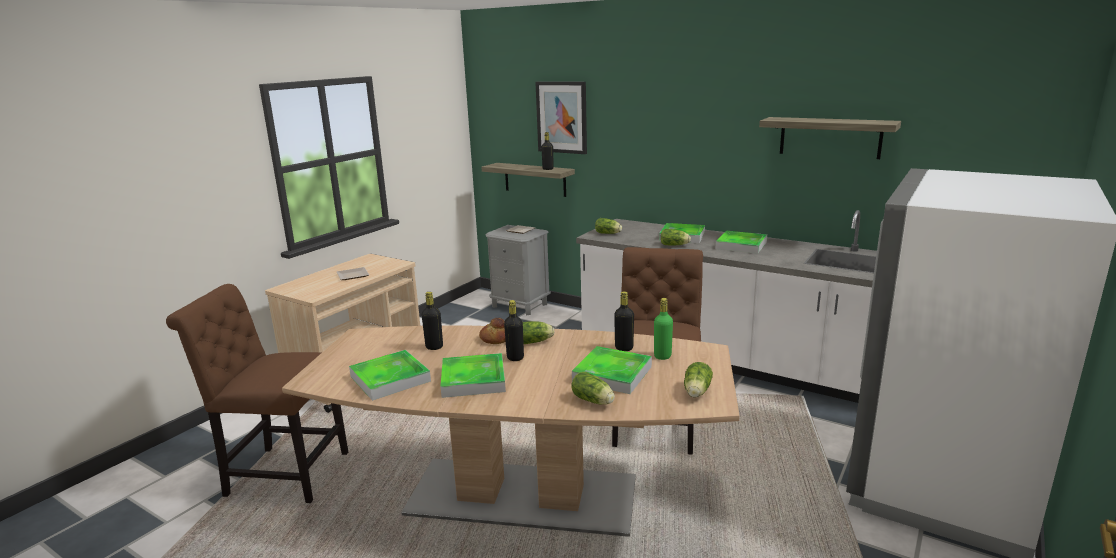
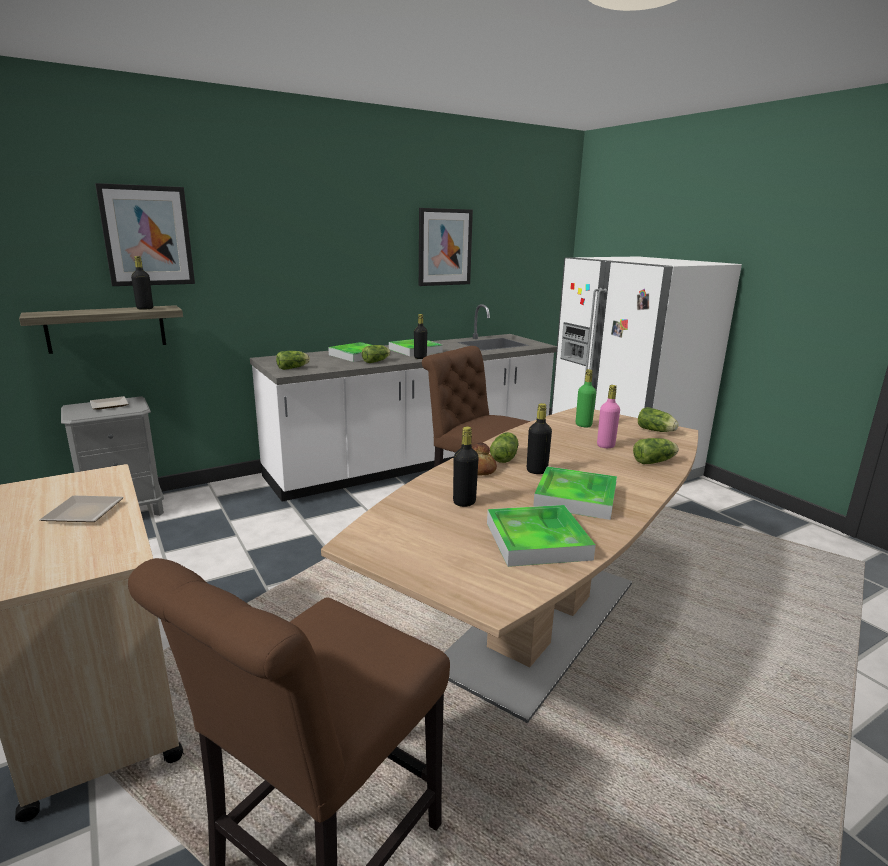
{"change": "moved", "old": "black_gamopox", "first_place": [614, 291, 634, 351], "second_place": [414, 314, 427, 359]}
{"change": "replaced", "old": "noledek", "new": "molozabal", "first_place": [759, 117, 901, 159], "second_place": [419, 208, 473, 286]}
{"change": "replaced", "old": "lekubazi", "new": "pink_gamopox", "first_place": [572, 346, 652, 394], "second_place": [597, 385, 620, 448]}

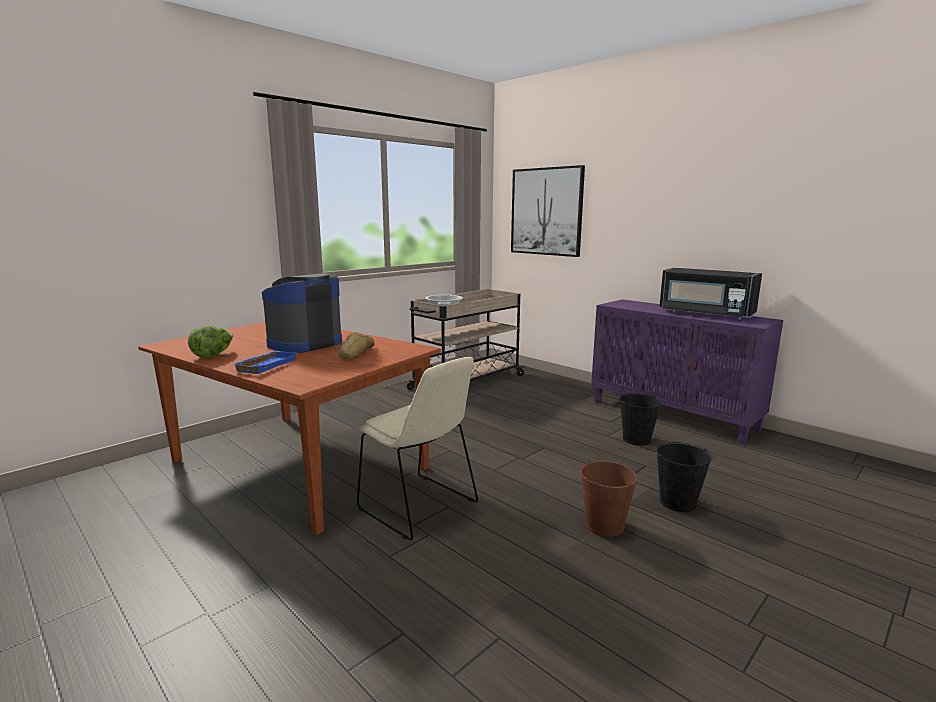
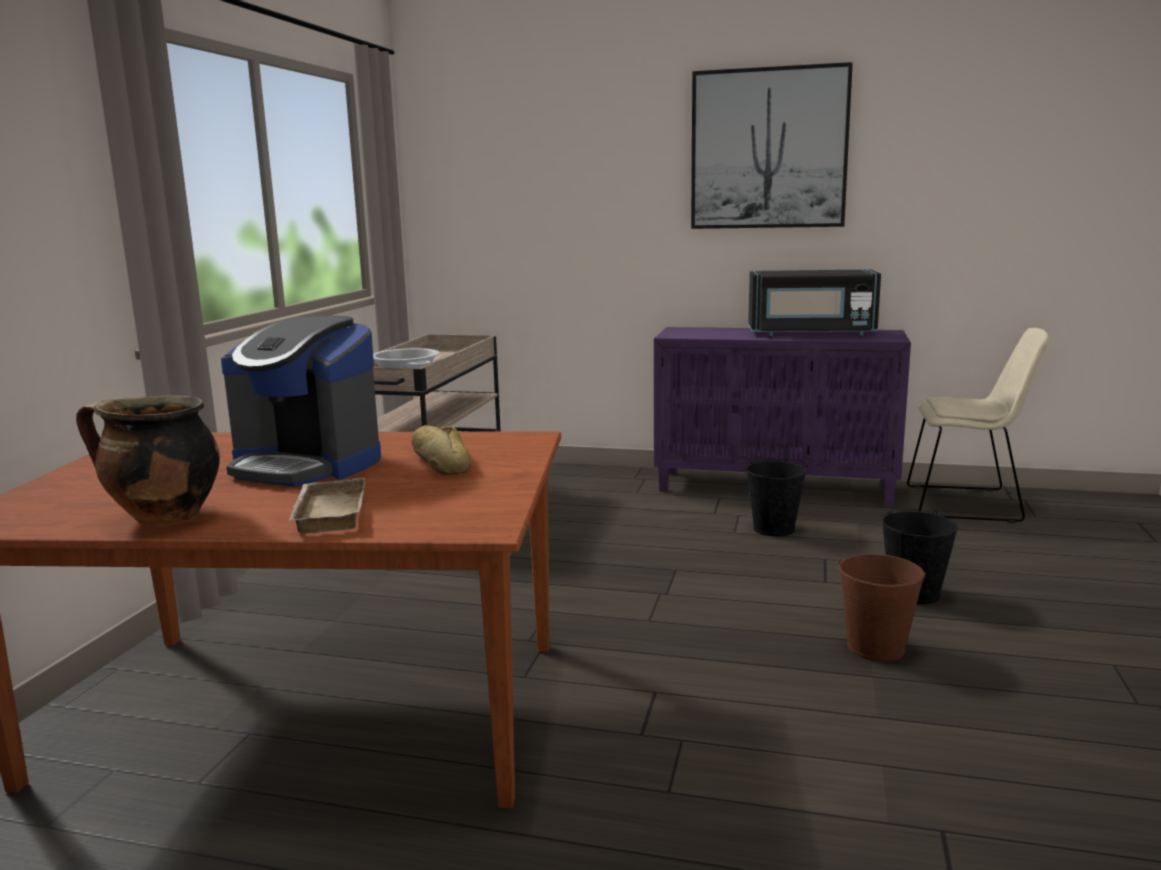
{"change": "replaced", "old": "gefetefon", "new": "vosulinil", "first_place": [188, 325, 233, 358], "second_place": [76, 395, 220, 526]}
{"change": "turned", "old": "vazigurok", "first_place": [262, 273, 342, 353], "second_place": [221, 315, 381, 487], "degrees": -75}
{"change": "recoloured", "old": "blue_lekubazi", "new": "beige_lekubazi", "first_place": [233, 351, 297, 374], "second_place": [289, 478, 365, 533]}
{"change": "moved", "old": "molozabal", "first_place": [511, 165, 585, 257], "second_place": [691, 62, 853, 229]}
{"change": "moved", "old": "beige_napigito", "first_place": [357, 357, 478, 540], "second_place": [907, 328, 1049, 523]}

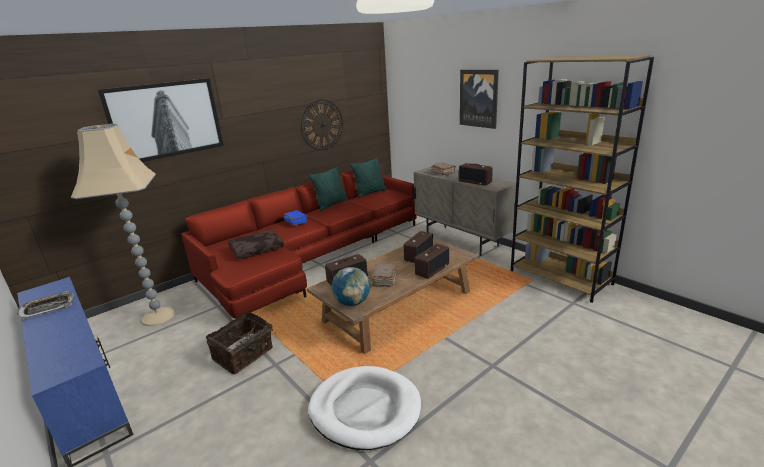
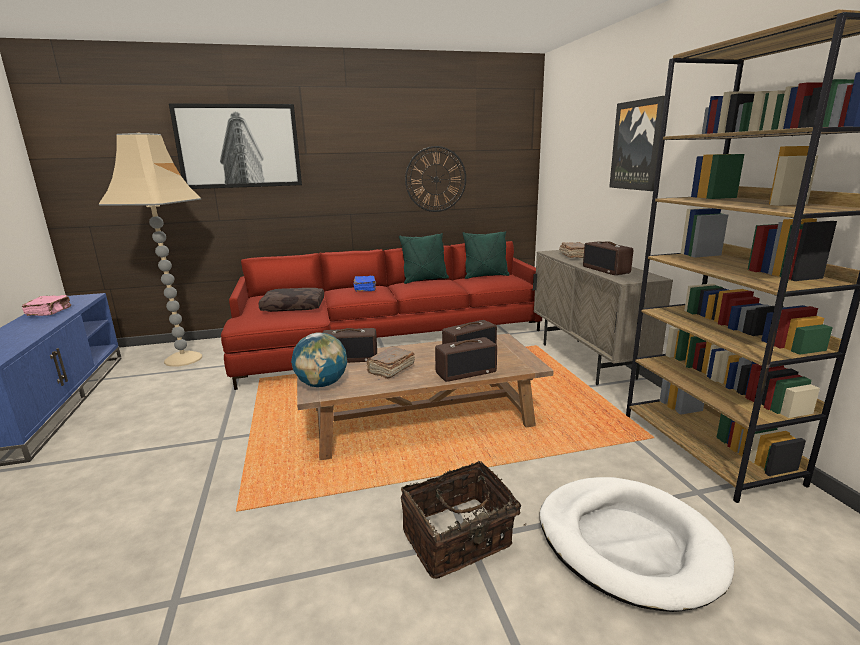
{"change": "replaced", "old": "lekubazi", "new": "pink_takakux", "first_place": [17, 291, 74, 319], "second_place": [22, 295, 71, 316]}
{"change": "moved", "old": "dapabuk", "first_place": [206, 311, 276, 374], "second_place": [401, 461, 526, 579]}
{"change": "moved", "old": "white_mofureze", "first_place": [308, 366, 421, 450], "second_place": [540, 477, 734, 612]}

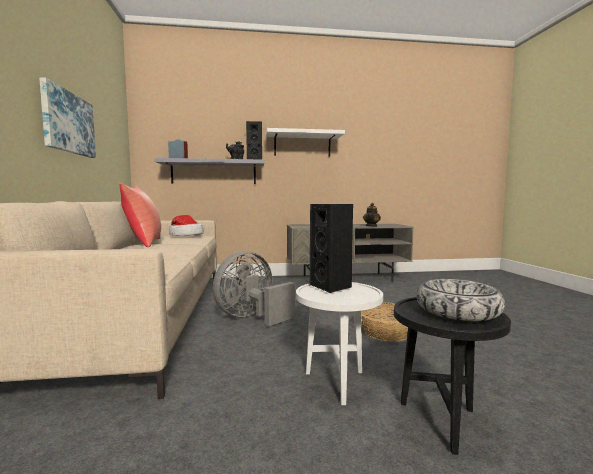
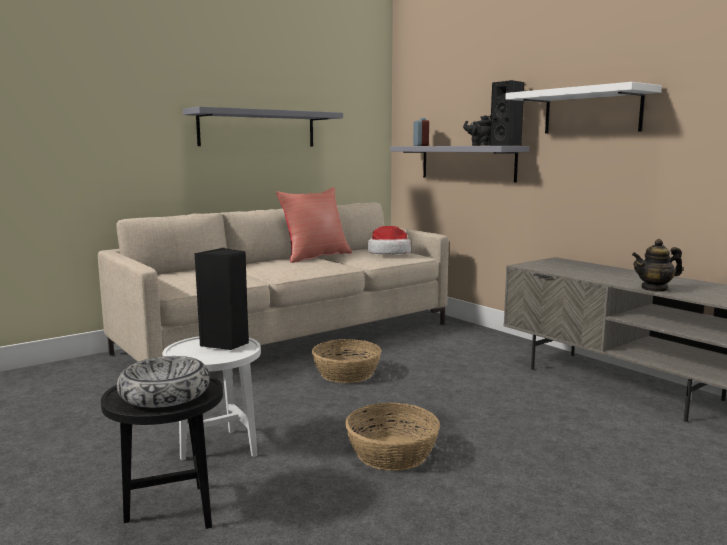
{"change": "replaced", "old": "molozabal", "new": "grey_noledek", "first_place": [39, 77, 96, 158], "second_place": [183, 106, 343, 147]}
{"change": "replaced", "old": "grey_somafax", "new": "dapabuk", "first_place": [213, 251, 295, 326], "second_place": [312, 339, 382, 383]}

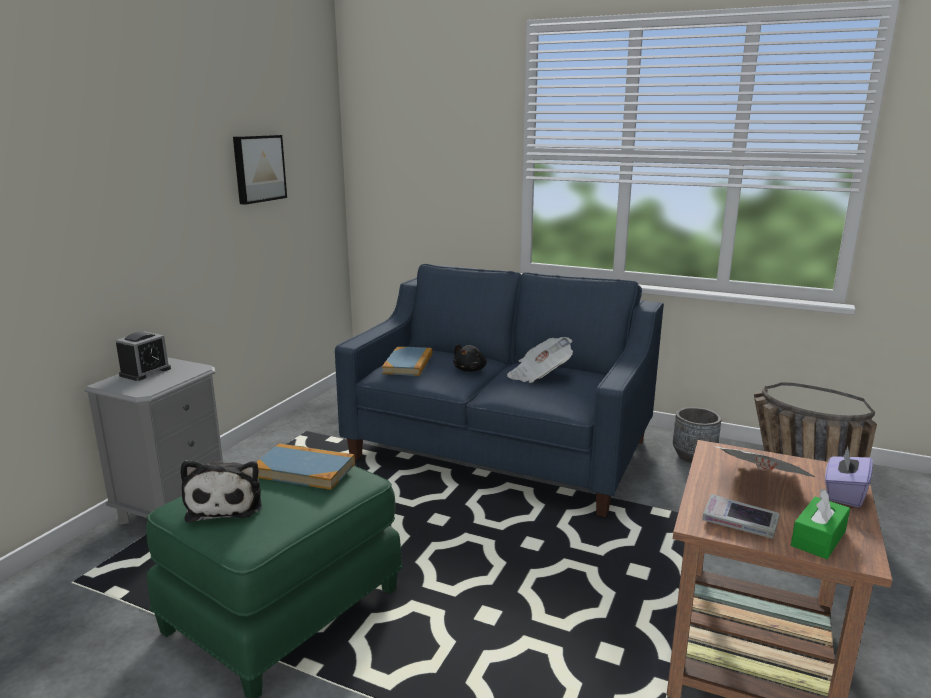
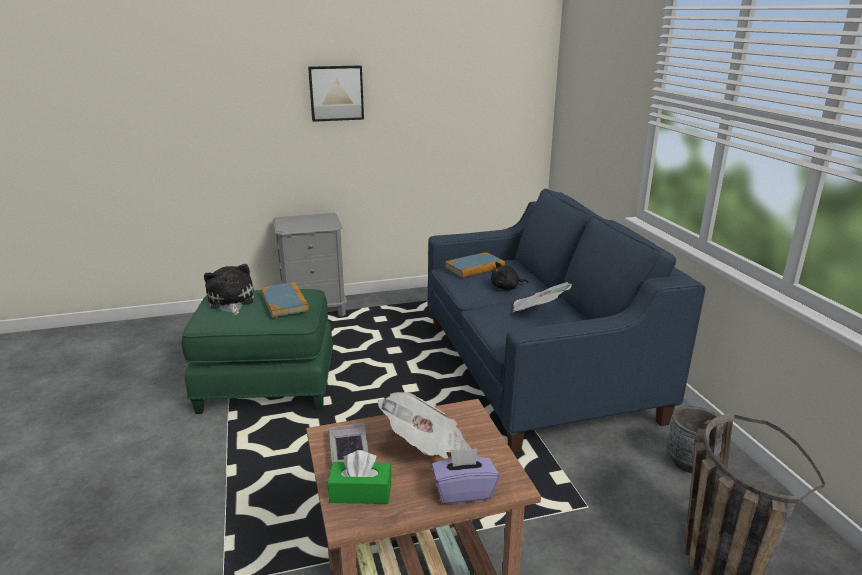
{"change": "turned", "old": "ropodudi", "first_place": [180, 460, 262, 522], "second_place": [204, 264, 254, 315], "degrees": 120}
{"change": "moved", "old": "molozabal", "first_place": [233, 135, 287, 205], "second_place": [308, 65, 364, 122]}
{"change": "removed", "old": "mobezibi", "first_place": [116, 331, 171, 381]}

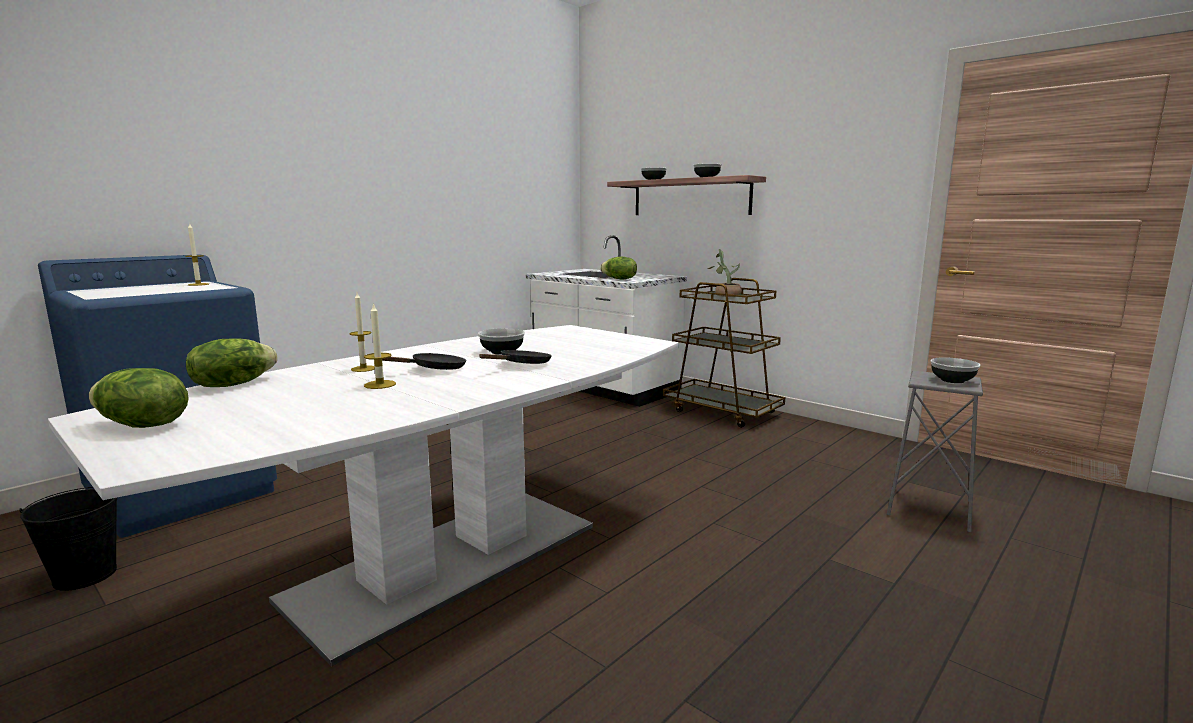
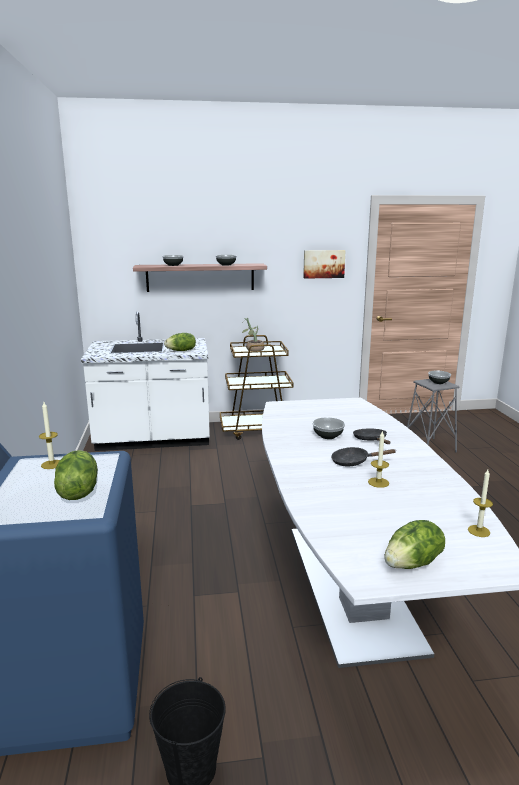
{"change": "moved", "old": "gefetefon", "first_place": [186, 338, 278, 387], "second_place": [54, 450, 98, 500]}
{"change": "added", "new": "molozabal", "second_place": [303, 250, 346, 279]}
{"change": "turned", "old": "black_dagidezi", "first_place": [382, 353, 466, 370], "second_place": [331, 447, 397, 466], "degrees": -90}
{"change": "moved", "old": "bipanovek", "first_place": [350, 293, 375, 372], "second_place": [468, 469, 493, 537]}

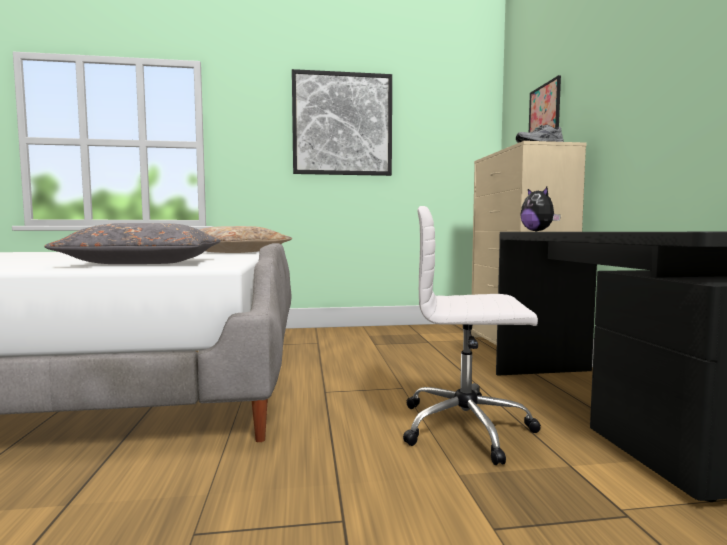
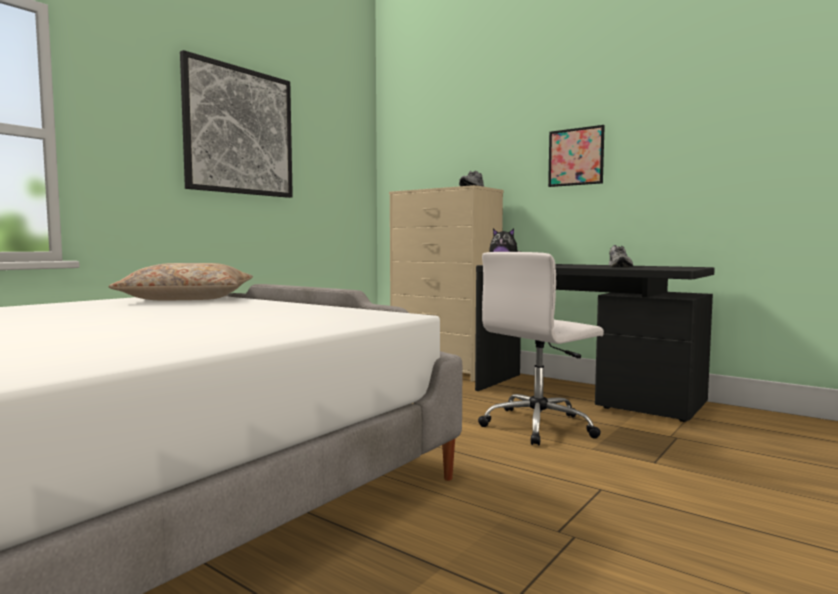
{"change": "moved", "old": "molozabal", "first_place": [529, 75, 561, 133], "second_place": [548, 125, 605, 187]}
{"change": "added", "new": "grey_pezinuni", "second_place": [609, 245, 633, 267]}
{"change": "removed", "old": "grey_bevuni", "first_place": [45, 223, 221, 264]}

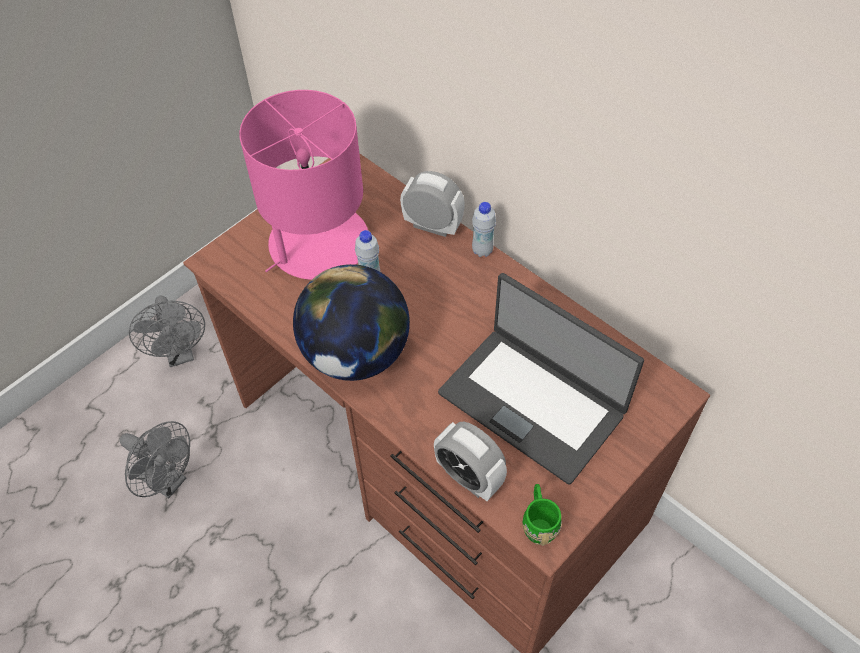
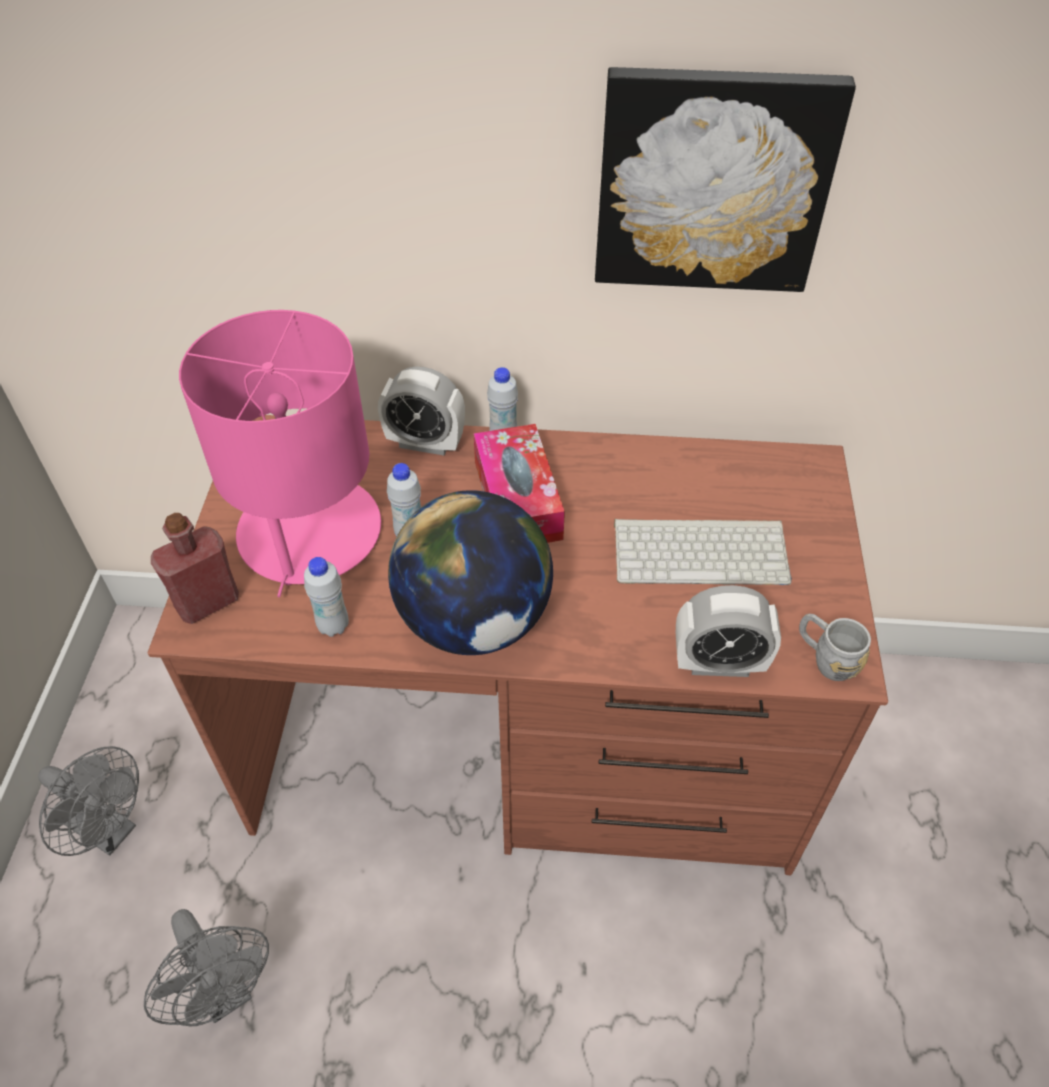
{"change": "turned", "old": "grey_somafax", "first_place": [120, 421, 190, 499], "second_place": [144, 909, 269, 1027], "degrees": 60}
{"change": "added", "new": "red_gamopox", "second_place": [151, 513, 239, 624]}
{"change": "added", "new": "white_gamopox", "second_place": [304, 557, 349, 637]}
{"change": "turned", "old": "mobezibi", "first_place": [400, 171, 465, 237], "second_place": [378, 366, 465, 455], "degrees": -150}
{"change": "added", "new": "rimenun", "second_place": [474, 424, 565, 543]}
{"change": "added", "new": "molozabal", "second_place": [595, 67, 856, 292]}
{"change": "replaced", "old": "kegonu", "new": "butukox", "first_place": [438, 273, 644, 485], "second_place": [614, 519, 792, 585]}
{"change": "recoloured", "old": "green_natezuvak", "new": "grey_natezuvak", "first_place": [523, 484, 562, 546], "second_place": [799, 614, 871, 681]}

